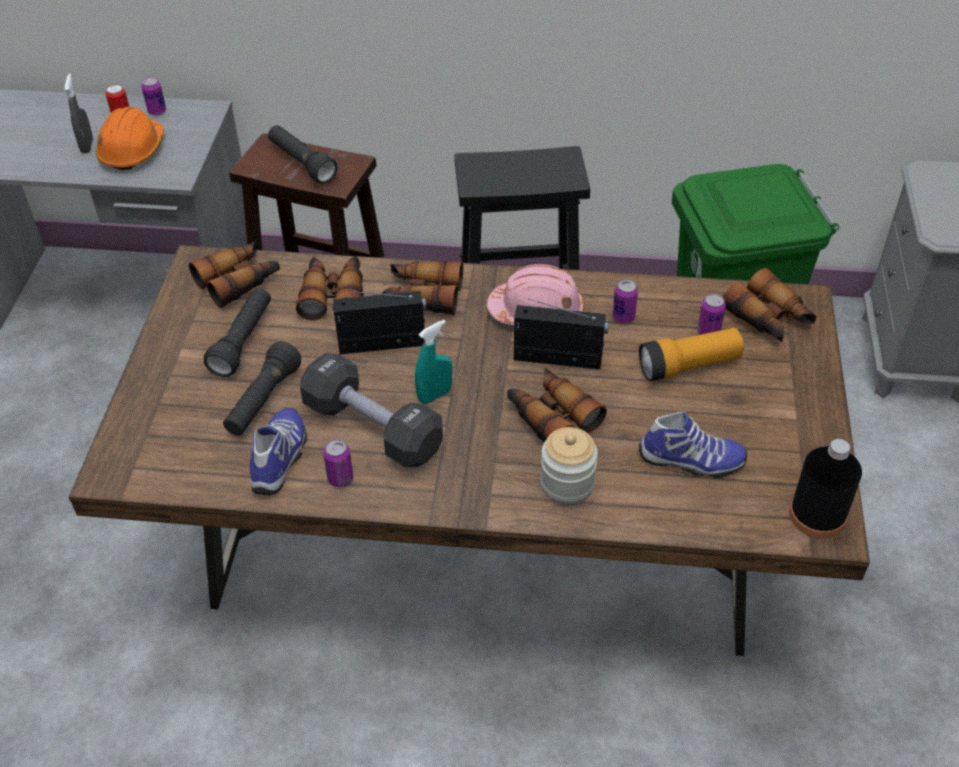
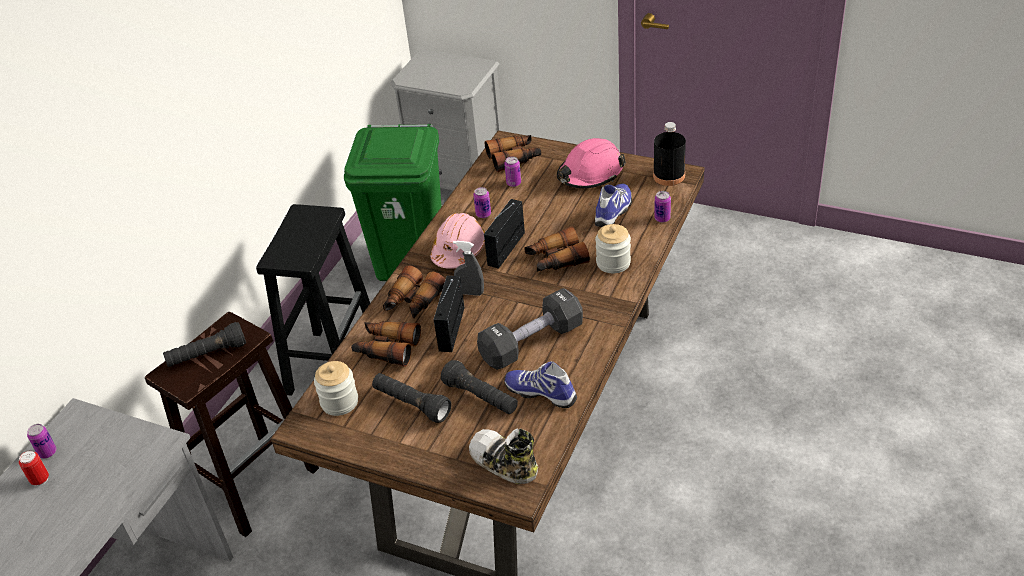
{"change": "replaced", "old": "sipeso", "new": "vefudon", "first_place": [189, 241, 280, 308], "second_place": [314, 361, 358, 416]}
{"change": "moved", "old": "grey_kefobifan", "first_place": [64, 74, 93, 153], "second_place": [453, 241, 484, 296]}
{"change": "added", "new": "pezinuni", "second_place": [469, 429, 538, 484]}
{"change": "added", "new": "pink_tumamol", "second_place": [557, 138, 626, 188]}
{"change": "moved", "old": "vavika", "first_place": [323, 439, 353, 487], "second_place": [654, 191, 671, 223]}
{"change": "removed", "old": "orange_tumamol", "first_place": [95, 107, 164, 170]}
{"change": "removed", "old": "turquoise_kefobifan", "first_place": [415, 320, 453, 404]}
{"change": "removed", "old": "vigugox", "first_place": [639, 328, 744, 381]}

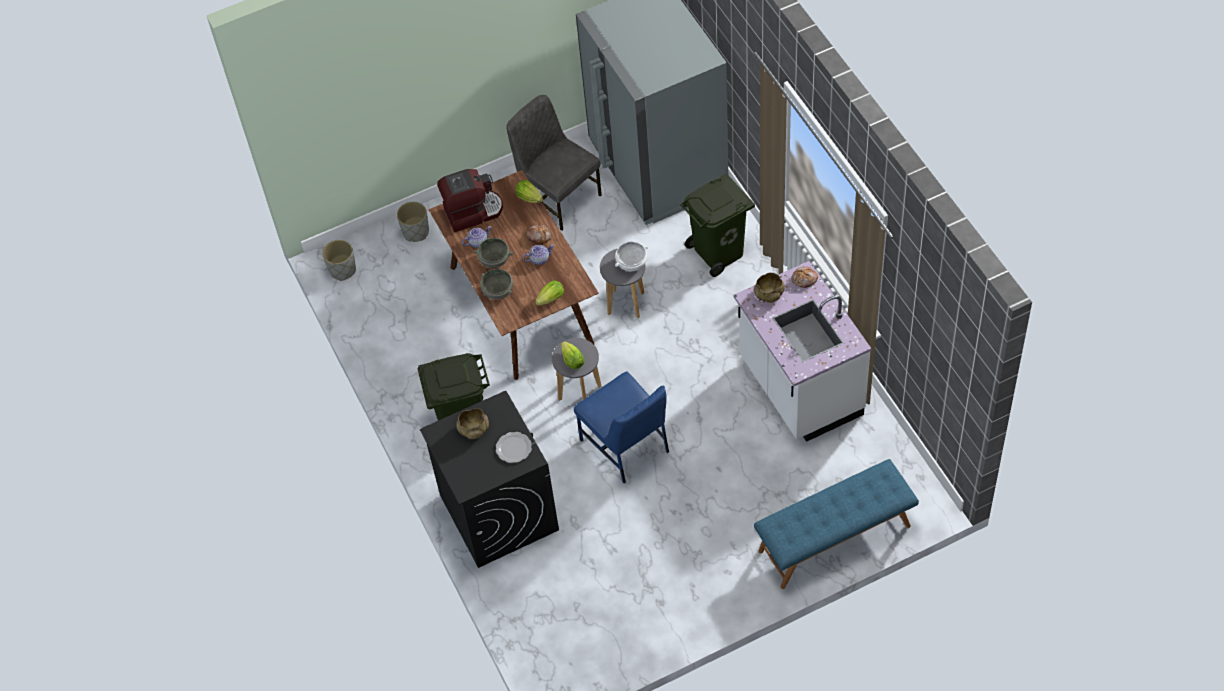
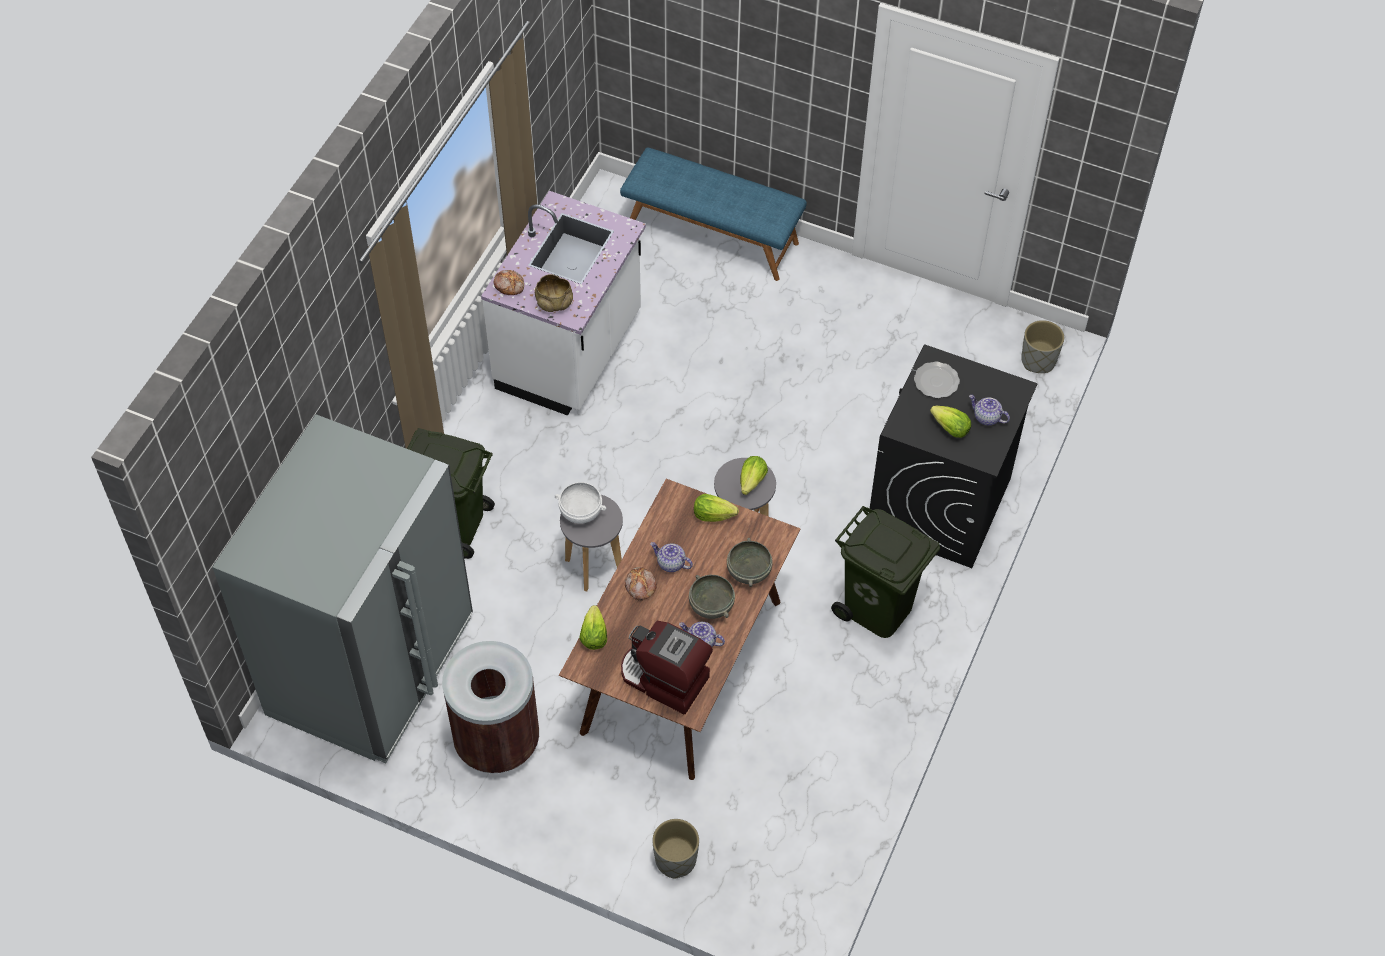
{"change": "replaced", "old": "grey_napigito", "new": "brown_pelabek", "first_place": [506, 95, 602, 231], "second_place": [442, 641, 539, 773]}
{"change": "replaced", "old": "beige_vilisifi", "new": "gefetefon", "first_place": [456, 408, 489, 439], "second_place": [930, 406, 971, 438]}
{"change": "added", "new": "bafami", "second_place": [969, 395, 1010, 425]}
{"change": "moved", "old": "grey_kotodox", "first_place": [322, 240, 356, 281], "second_place": [1021, 320, 1064, 373]}
{"change": "removed", "old": "blue_napigito", "first_place": [574, 372, 669, 483]}

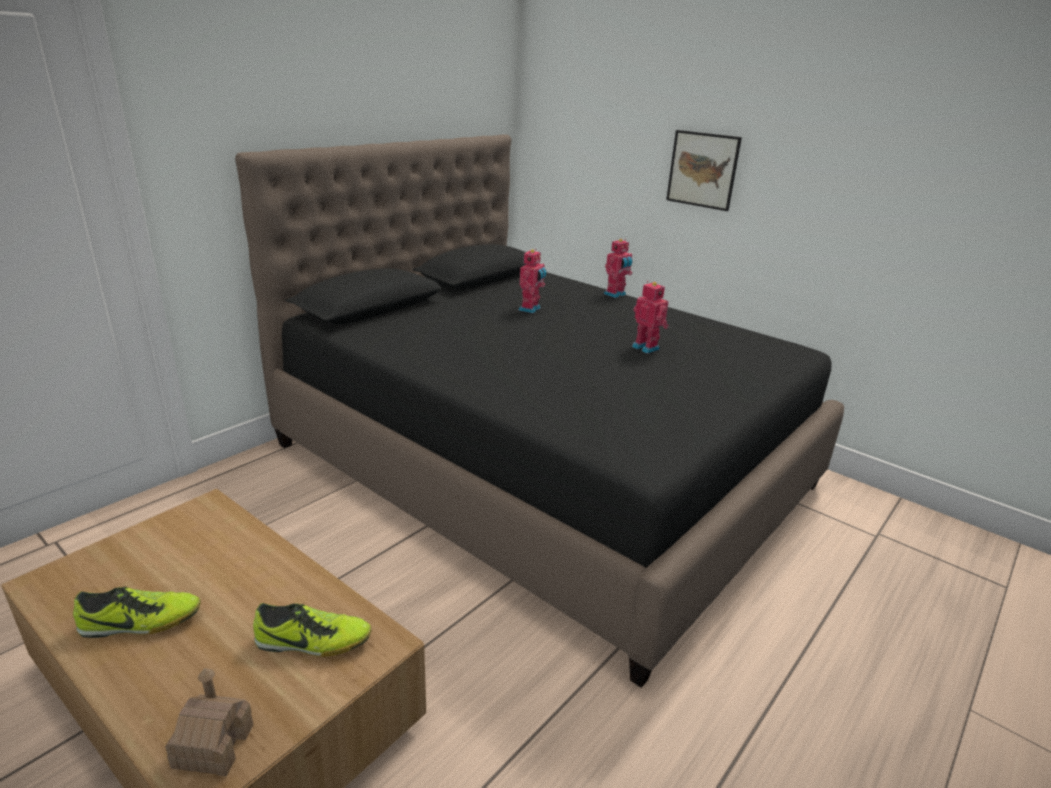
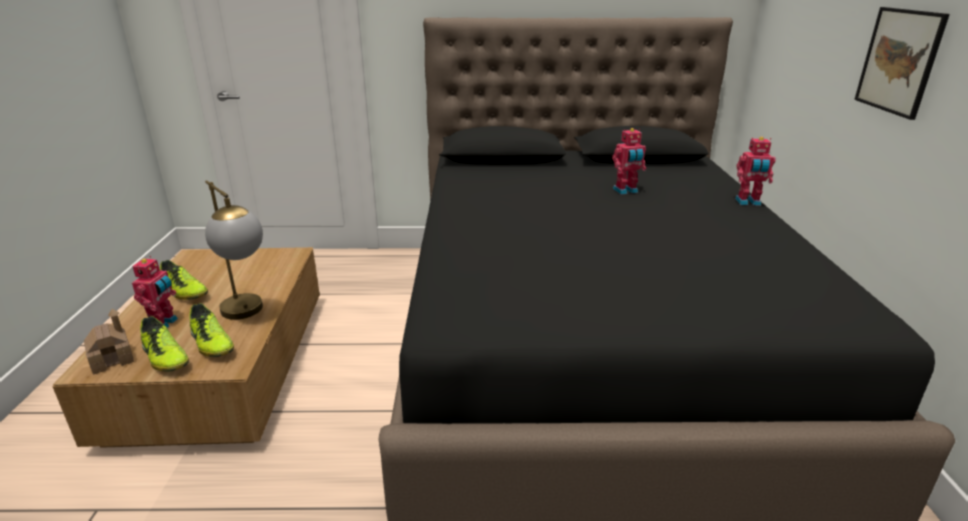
{"change": "moved", "old": "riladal", "first_place": [632, 281, 669, 354], "second_place": [132, 256, 178, 328]}
{"change": "added", "new": "pezinuni", "second_place": [140, 316, 189, 371]}
{"change": "added", "new": "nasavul", "second_place": [205, 181, 263, 320]}

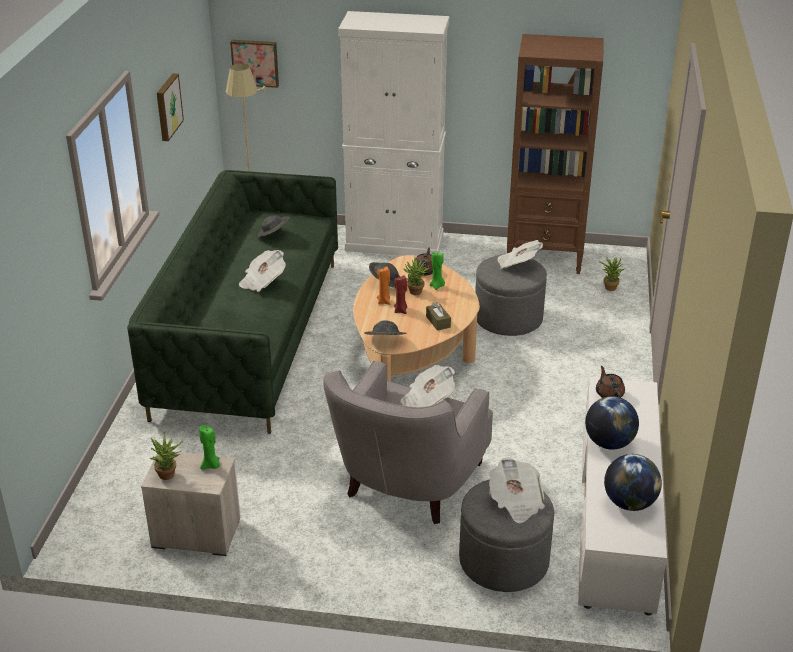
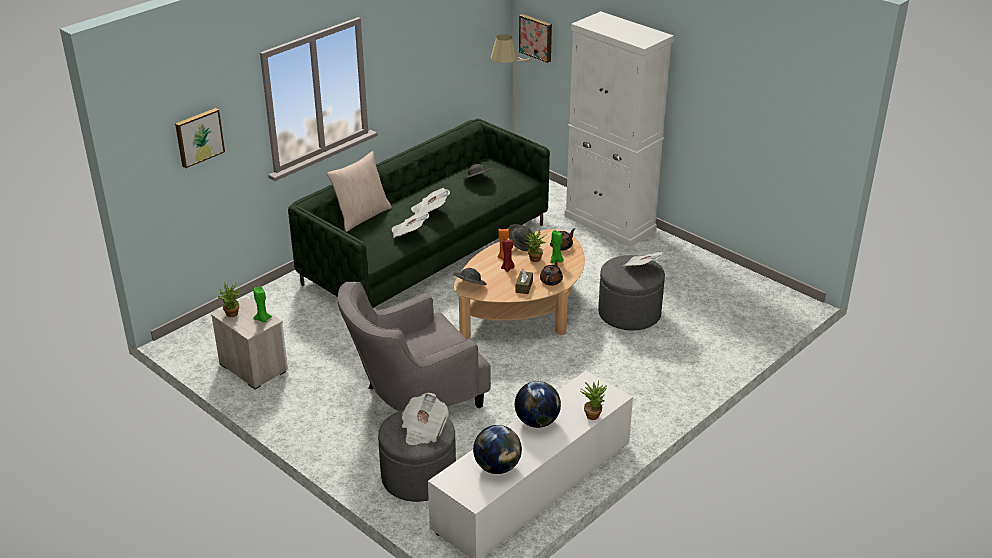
{"change": "moved", "old": "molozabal", "first_place": [157, 73, 184, 141], "second_place": [175, 108, 225, 168]}
{"change": "added", "new": "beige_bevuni", "second_place": [327, 151, 392, 232]}
{"change": "moved", "old": "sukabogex", "first_place": [400, 365, 455, 407], "second_place": [392, 211, 429, 238]}
{"change": "moved", "old": "brown_bafami", "first_place": [596, 366, 625, 398], "second_place": [540, 259, 563, 286]}
{"change": "moved", "old": "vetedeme", "first_place": [599, 258, 625, 291], "second_place": [580, 380, 607, 420]}
{"change": "removed", "old": "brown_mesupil", "first_place": [507, 34, 604, 274]}

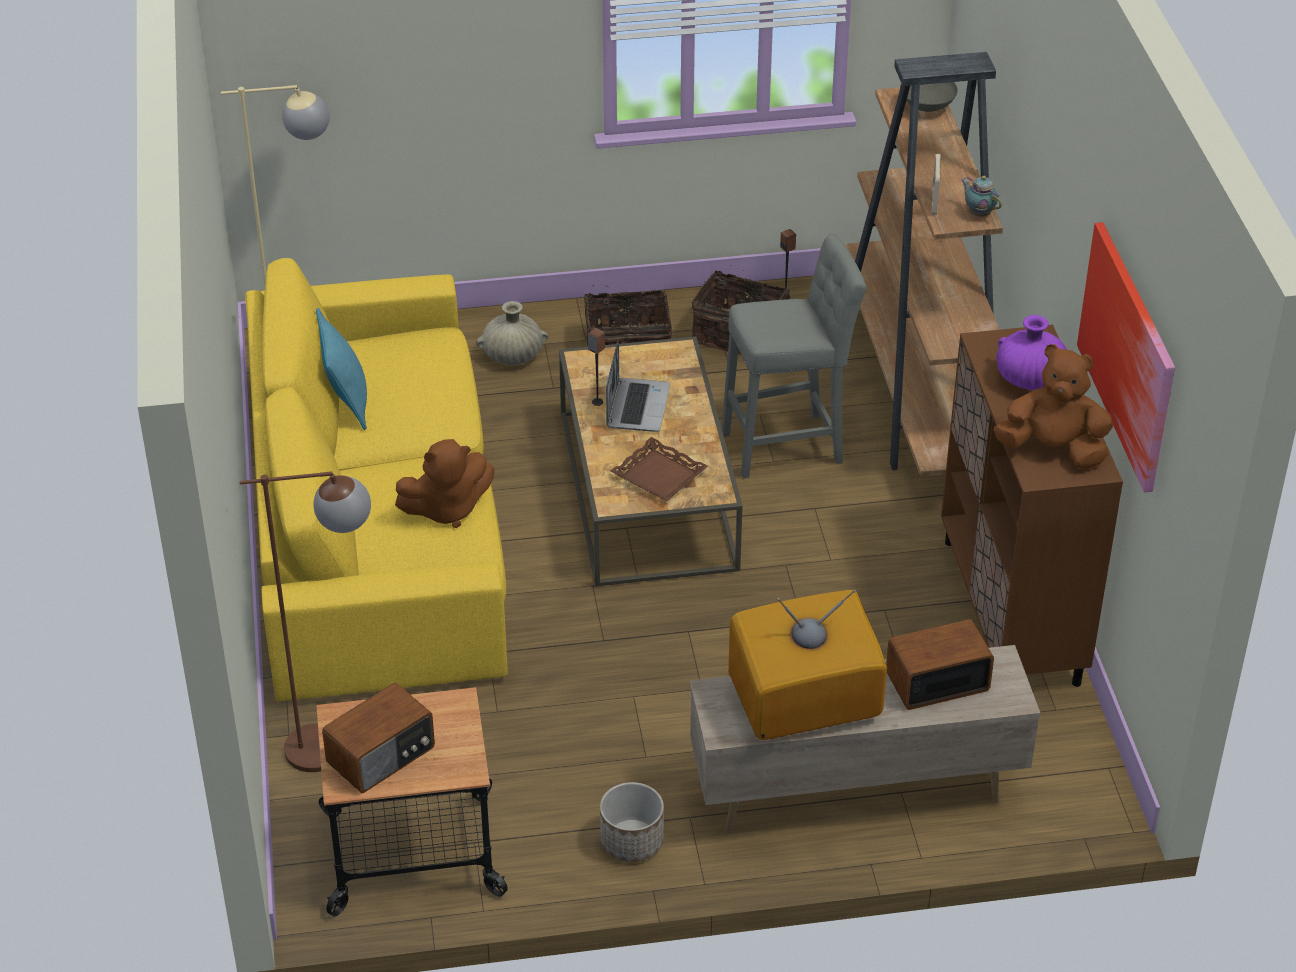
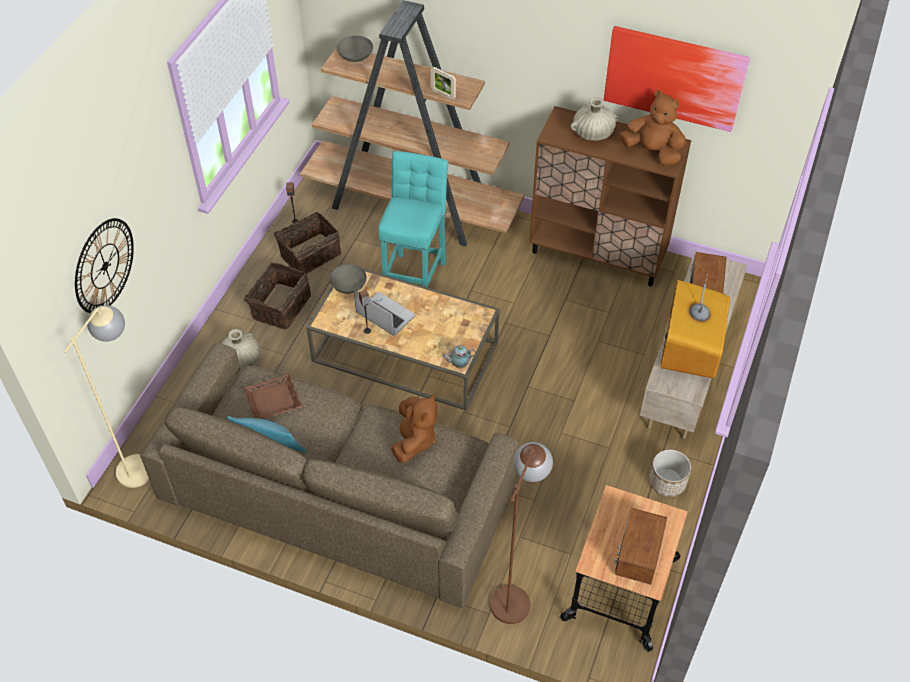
{"change": "added", "new": "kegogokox", "second_place": [75, 218, 134, 313]}
{"change": "recoloured", "old": "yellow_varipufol", "new": "brown_varipufol", "first_place": [245, 258, 508, 701], "second_place": [140, 343, 519, 608]}
{"change": "moved", "old": "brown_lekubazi", "first_place": [611, 437, 708, 501], "second_place": [243, 373, 303, 419]}
{"change": "added", "new": "grey_vilisifi", "second_place": [330, 264, 367, 294]}
{"change": "recoloured", "old": "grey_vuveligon", "new": "turquoise_vuveligon", "first_place": [722, 233, 866, 479], "second_place": [378, 151, 448, 288]}
{"change": "moved", "old": "bafami", "first_place": [961, 176, 1002, 216], "second_place": [442, 345, 477, 368]}
{"change": "recoloured", "old": "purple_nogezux", "new": "beige_nogezux", "first_place": [996, 315, 1067, 390], "second_place": [570, 97, 618, 141]}
{"change": "turned", "old": "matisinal", "first_place": [322, 683, 435, 793], "second_place": [614, 508, 667, 585], "degrees": -150}
{"change": "turned", "old": "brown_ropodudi", "first_place": [994, 344, 1113, 469], "second_place": [619, 90, 686, 166], "degrees": 75}

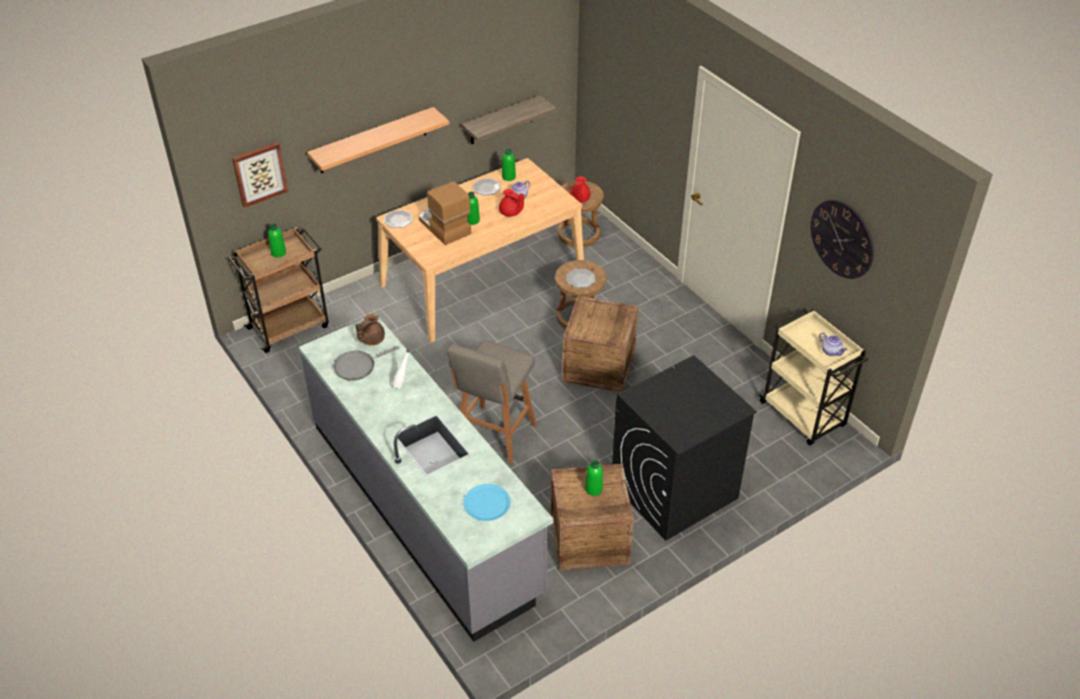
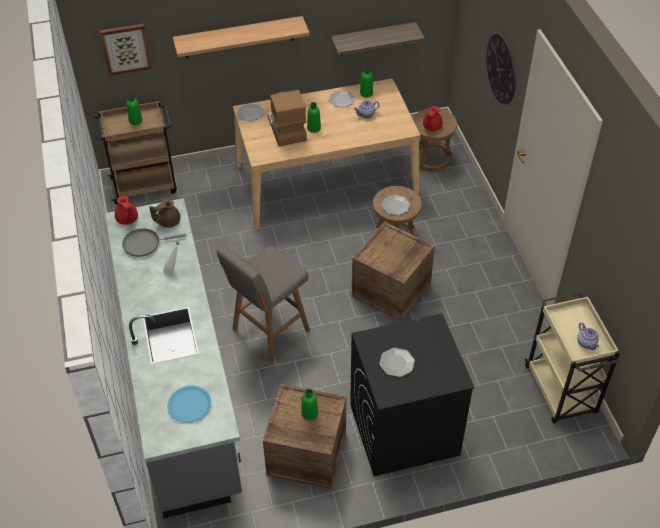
{"change": "moved", "old": "red_bafami", "first_place": [499, 189, 524, 217], "second_place": [115, 196, 138, 225]}
{"change": "added", "new": "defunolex", "second_place": [379, 348, 415, 377]}
{"change": "moved", "old": "kegogokox", "first_place": [811, 200, 874, 279], "second_place": [486, 34, 516, 104]}

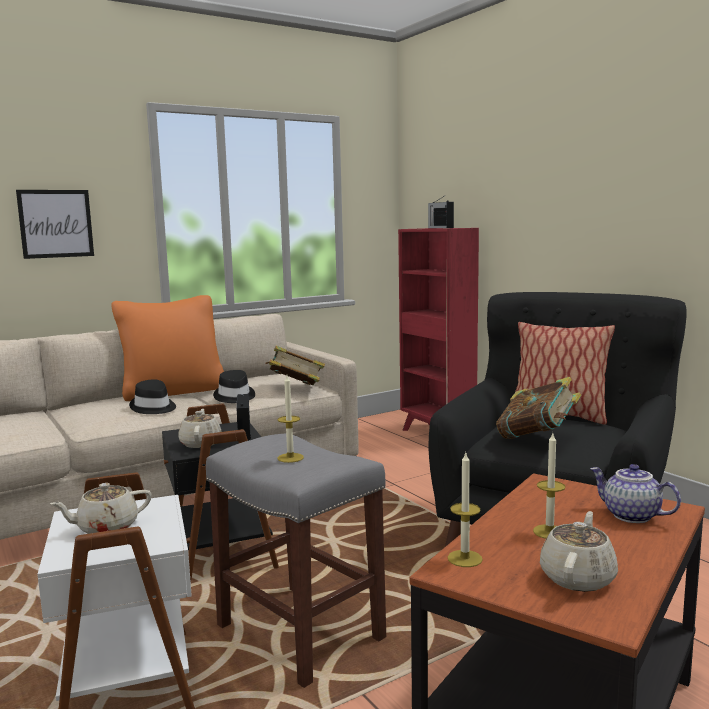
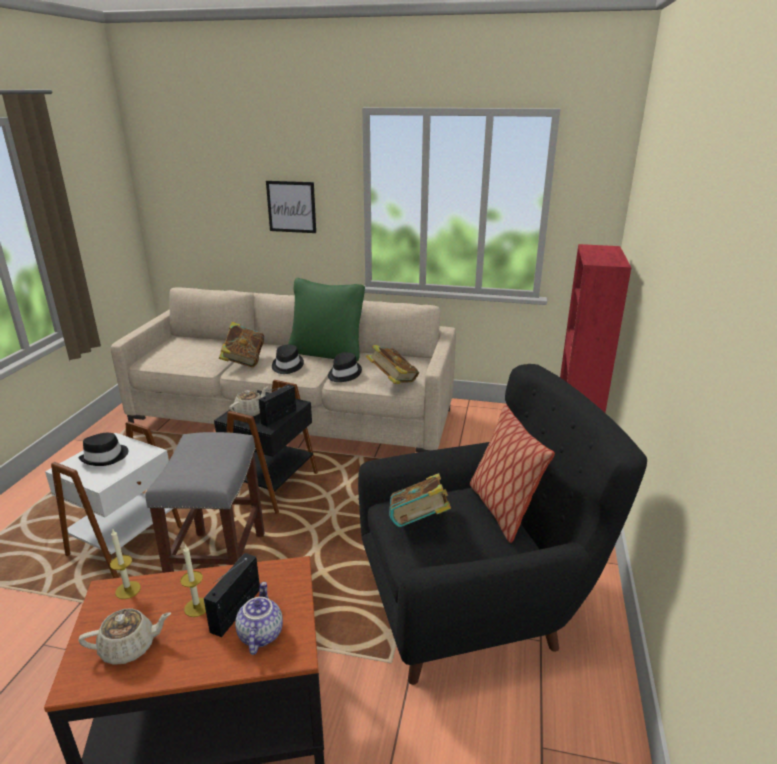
{"change": "replaced", "old": "beige_bafami", "new": "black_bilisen", "first_place": [50, 483, 152, 534], "second_place": [78, 433, 128, 466]}
{"change": "moved", "old": "matisinal", "first_place": [428, 195, 454, 228], "second_place": [204, 553, 260, 637]}
{"change": "added", "new": "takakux", "second_place": [219, 322, 264, 367]}
{"change": "recoloured", "old": "orange_bevuni", "new": "green_bevuni", "first_place": [111, 295, 224, 401], "second_place": [288, 278, 365, 361]}
{"change": "removed", "old": "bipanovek", "first_place": [277, 375, 304, 463]}

